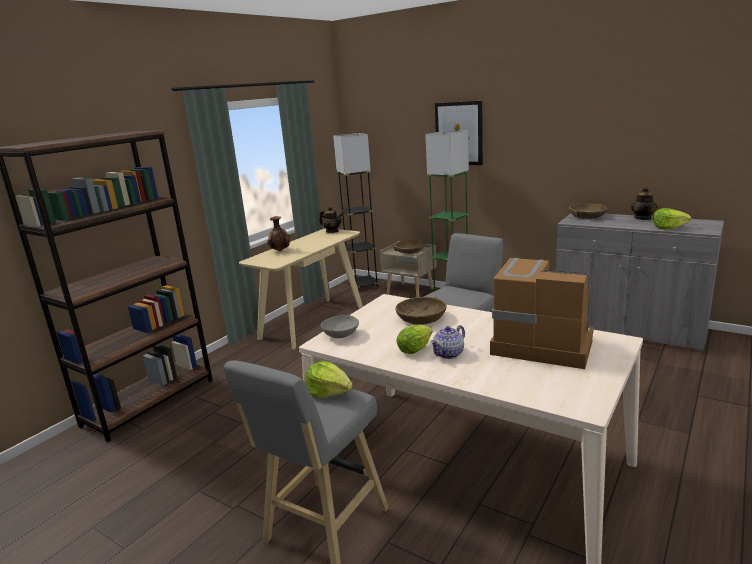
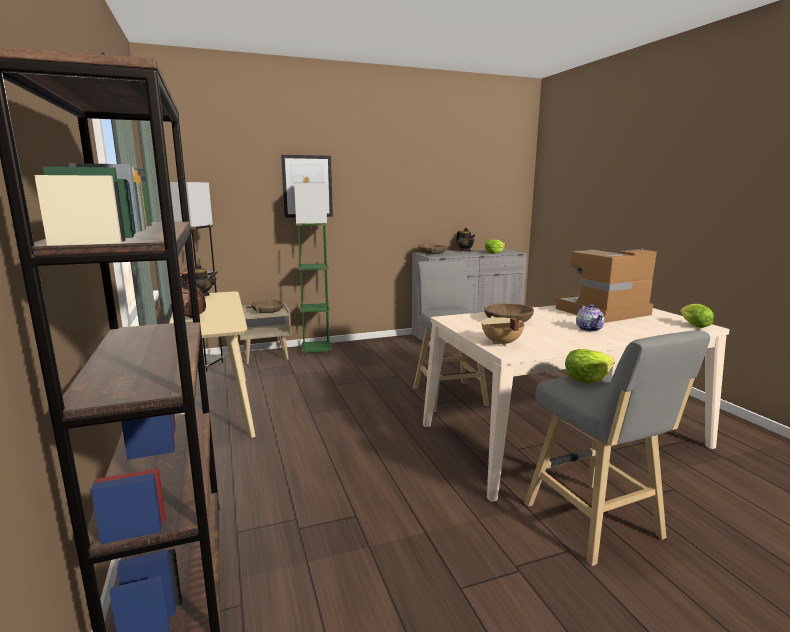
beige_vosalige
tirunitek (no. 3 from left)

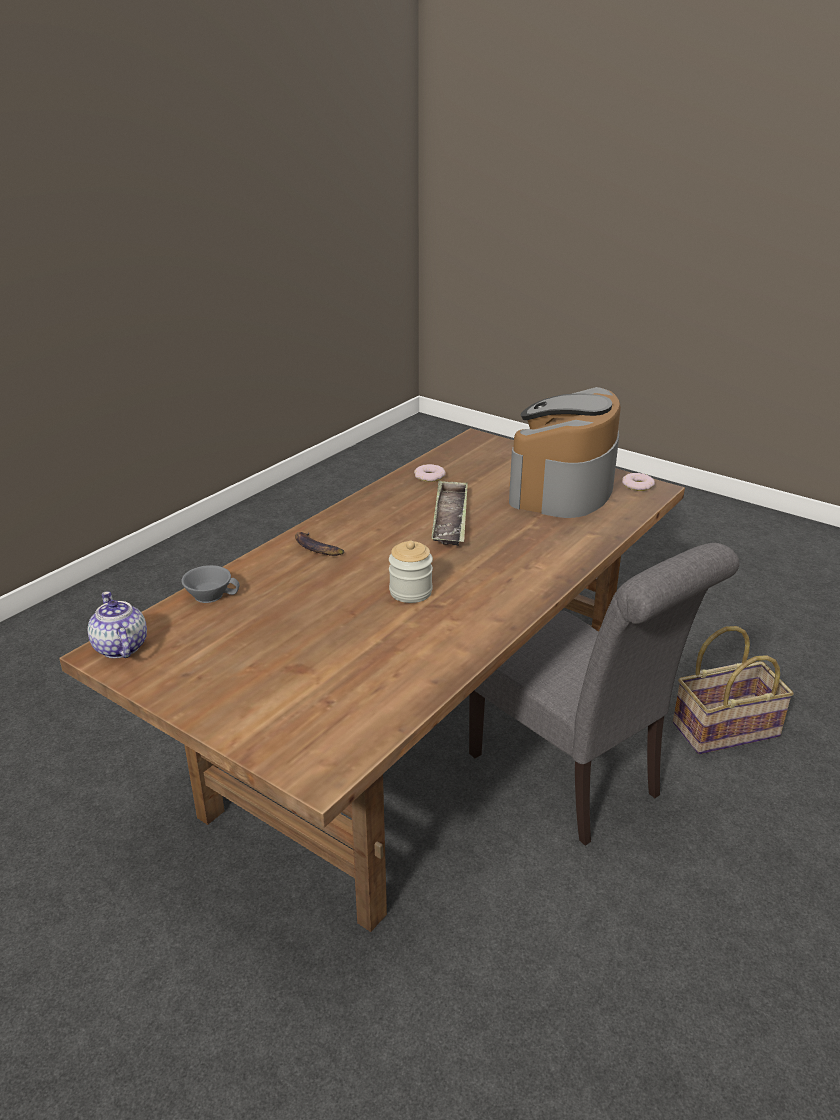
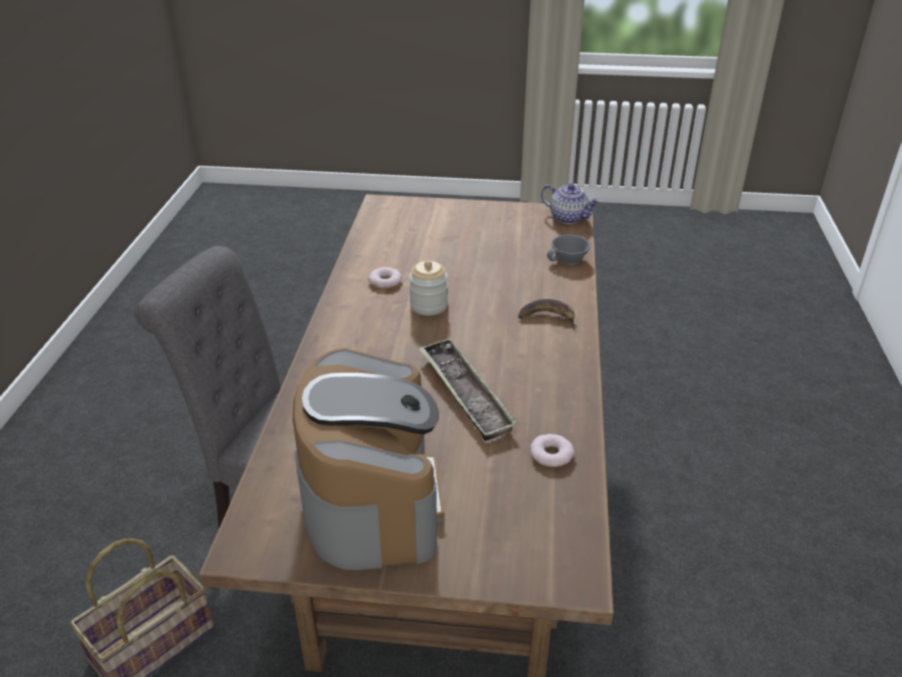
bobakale (no. 1 from left)

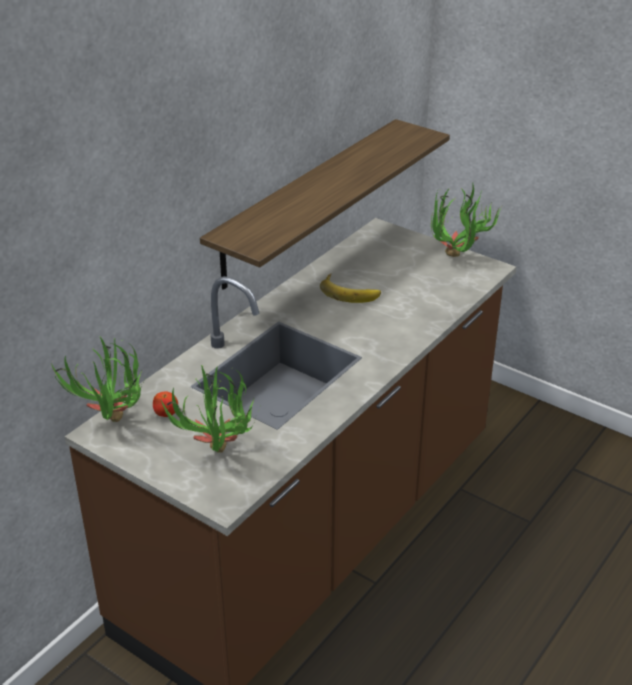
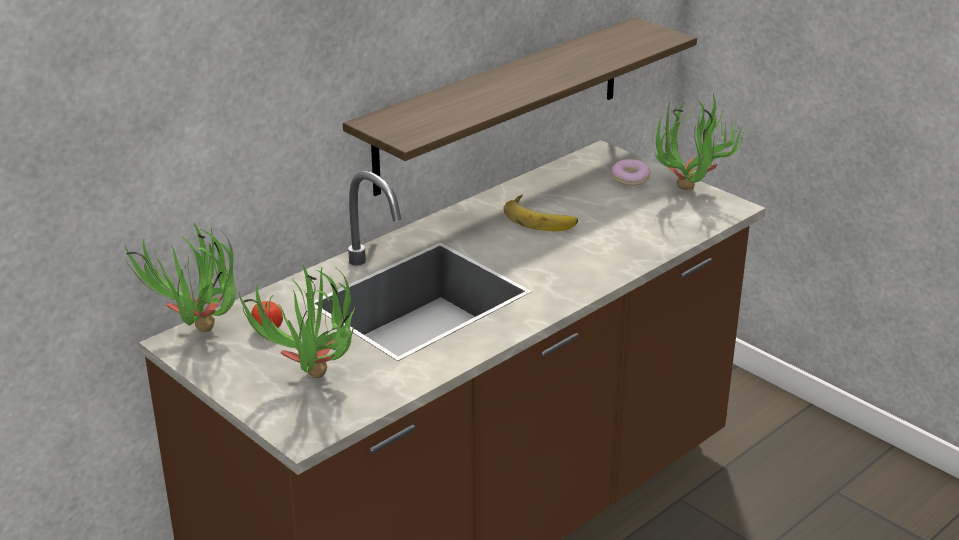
bobakale

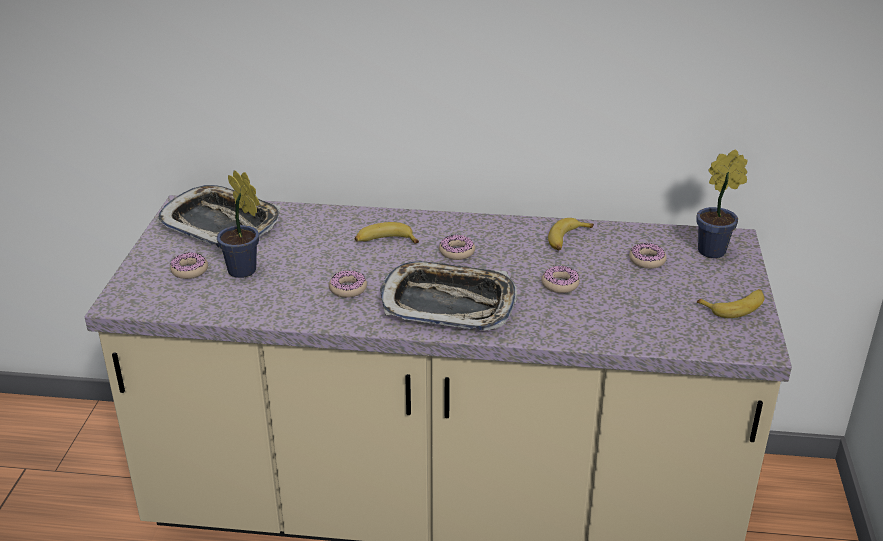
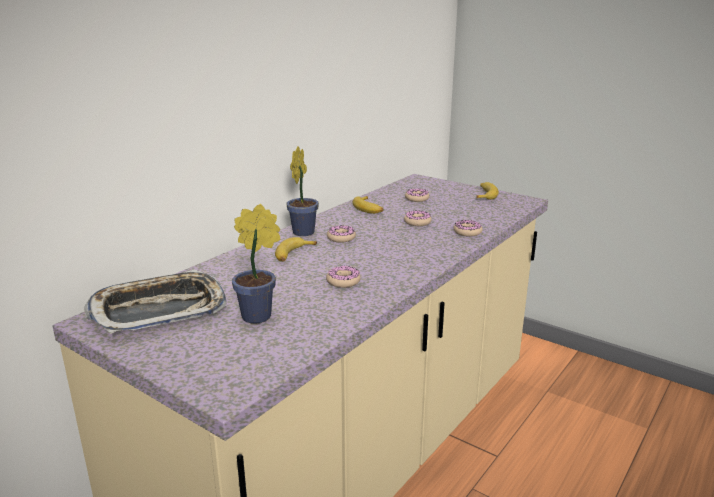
bobakale (no. 5 from left)
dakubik (no. 2 from left in the first image)
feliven (no. 2 from left)

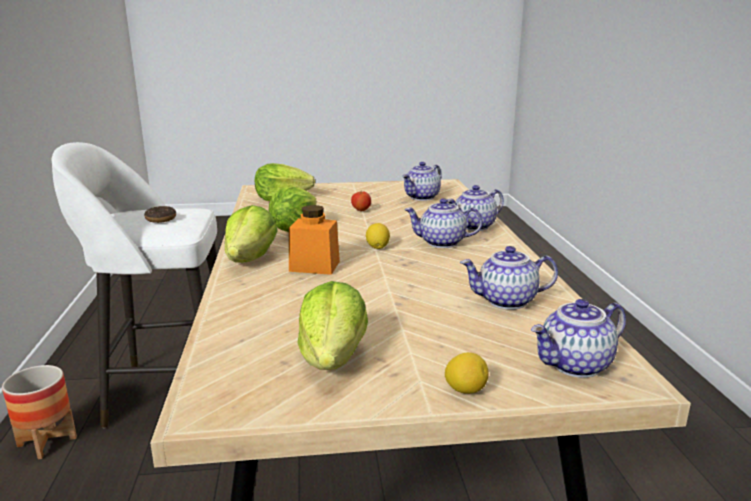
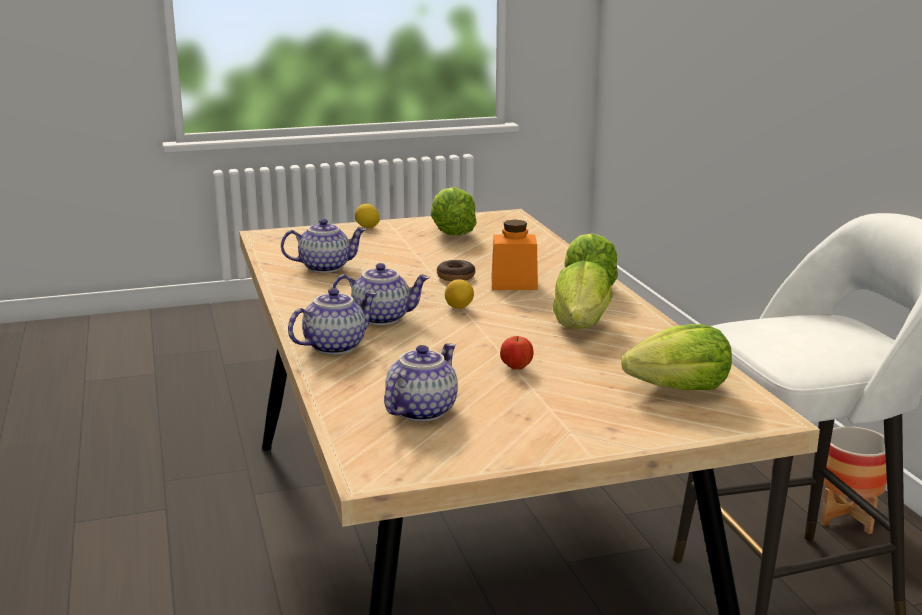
bobakale
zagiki (no. 5 from left in the first image)

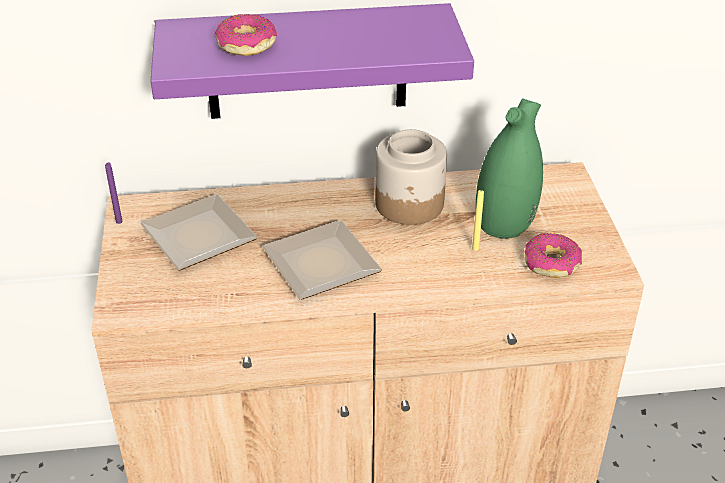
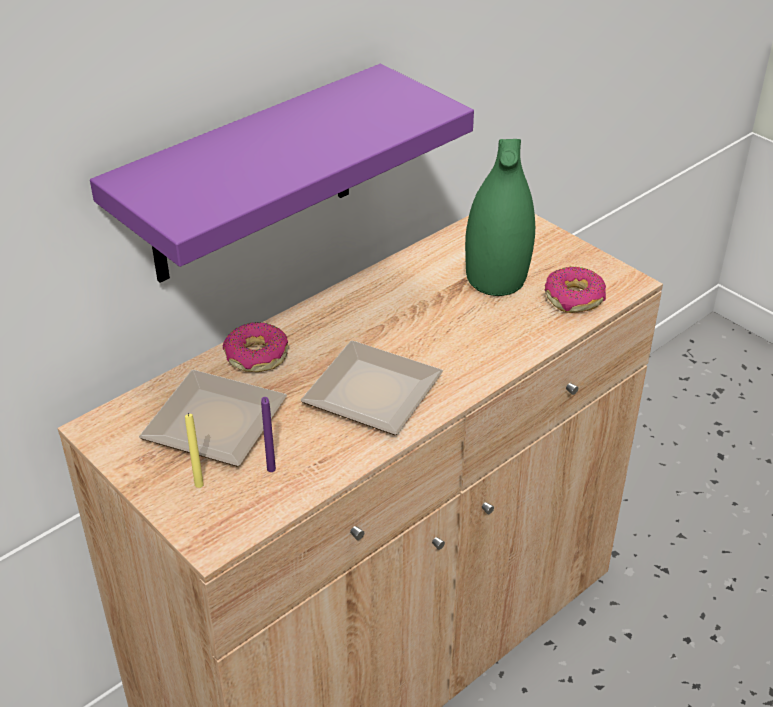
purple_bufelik
bobakale (no. 1 from left)
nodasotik
yellow_bufelik

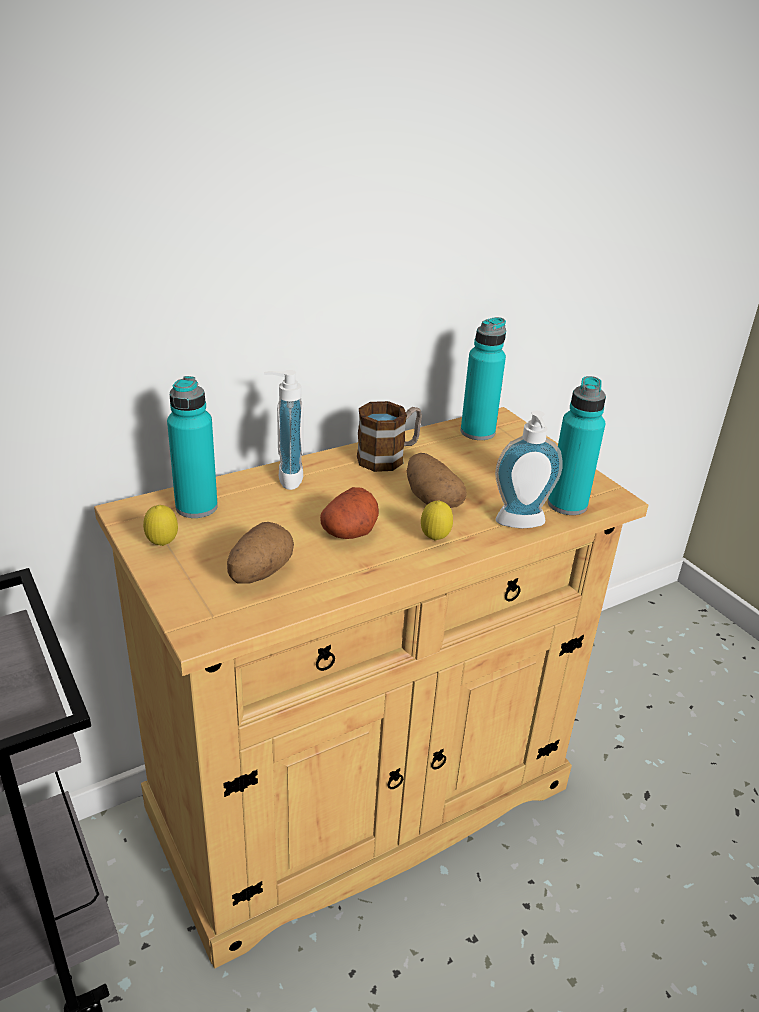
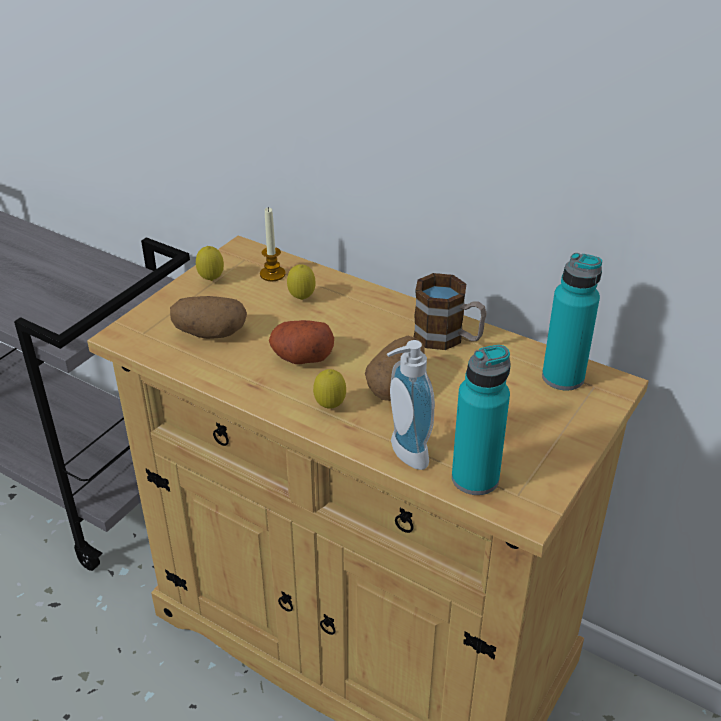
bufelik
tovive (no. 1 from left in the first image)
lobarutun (no. 2 from left)

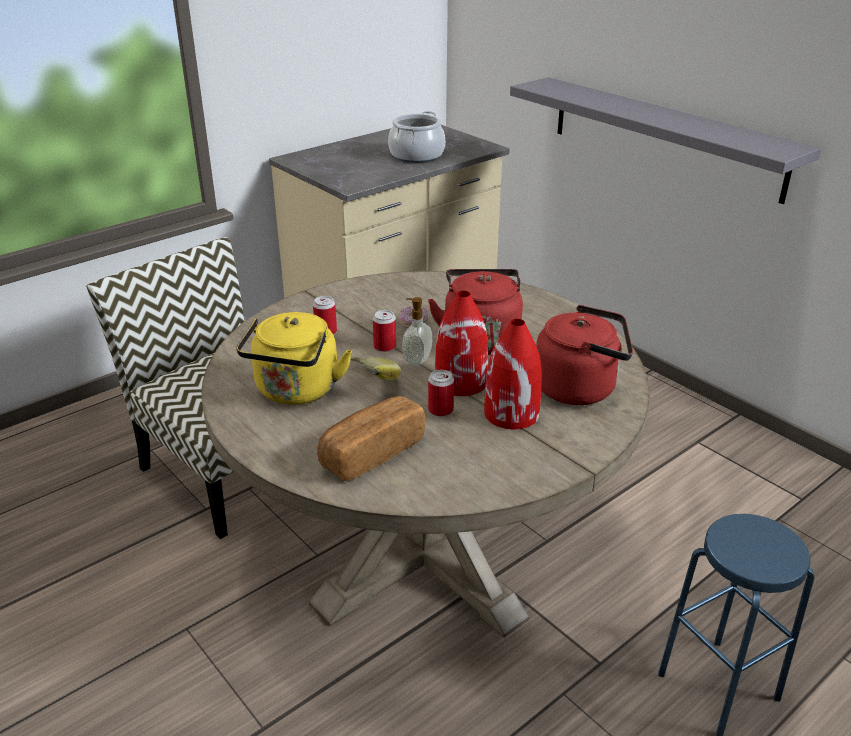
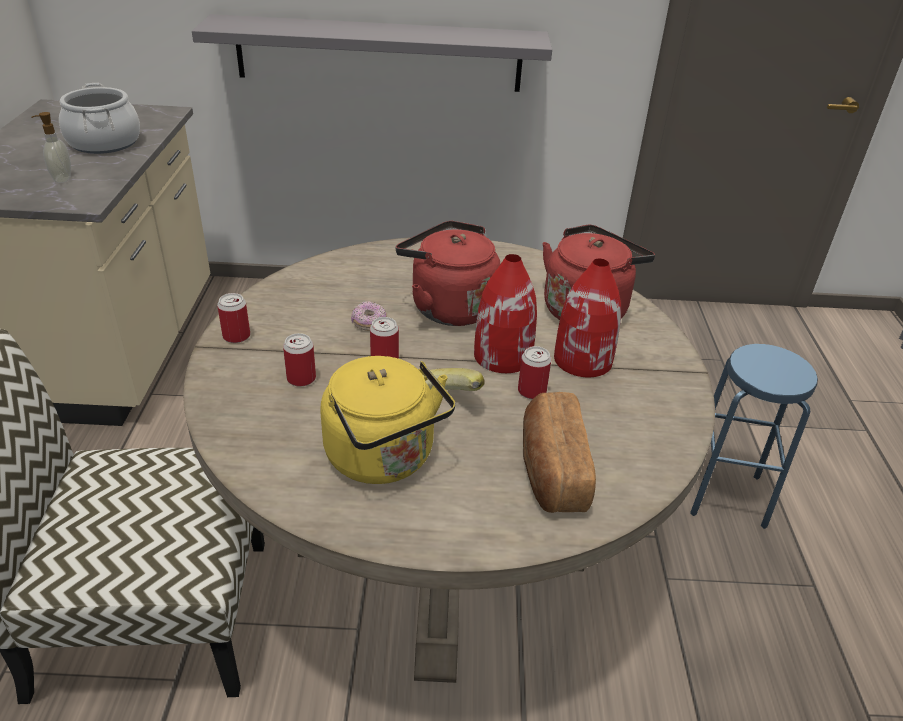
tovive
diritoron (no. 1 from left)

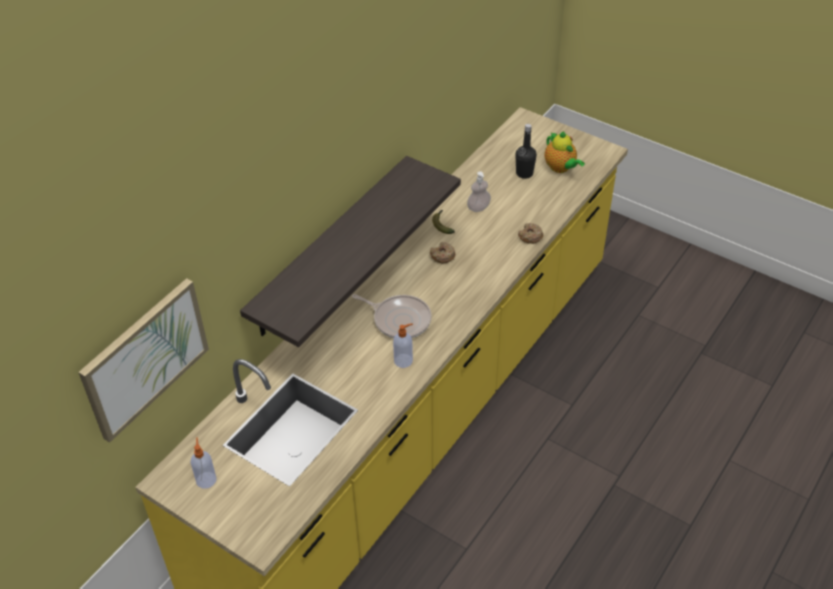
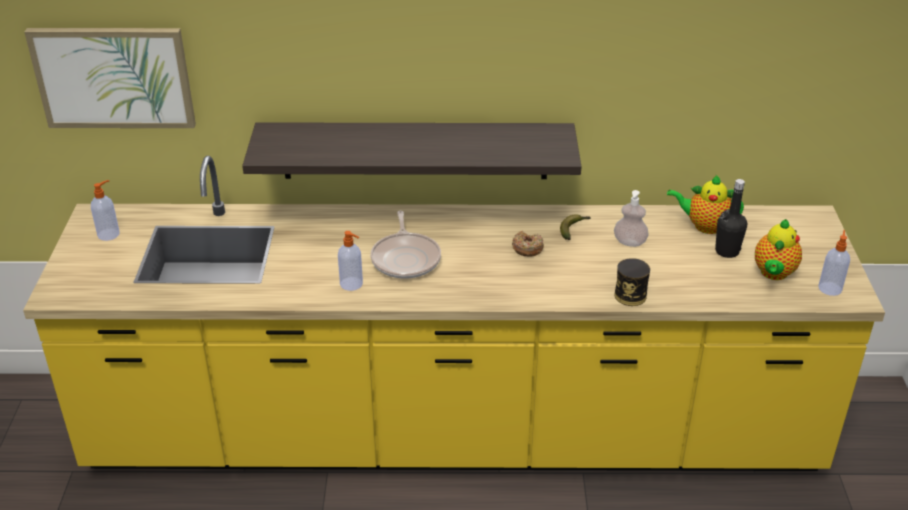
diritoron
zagiki (no. 1 from left)
tovive (no. 4 from left)

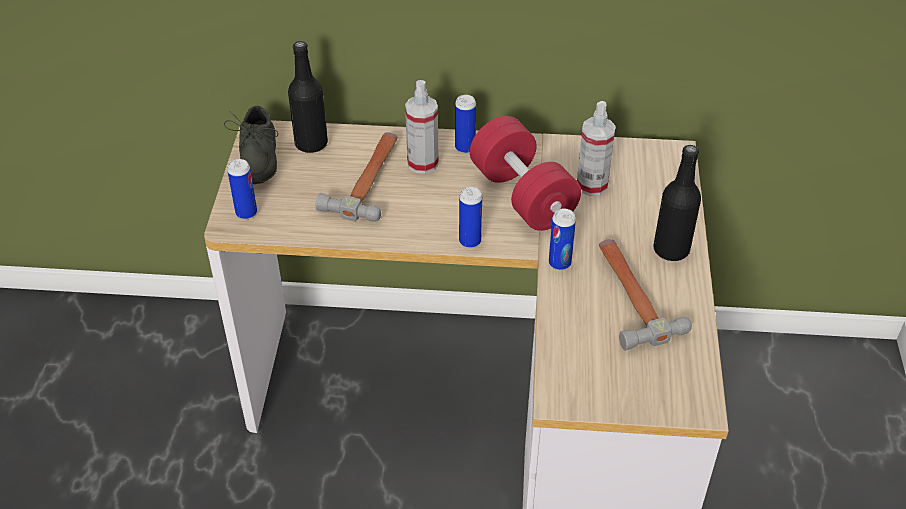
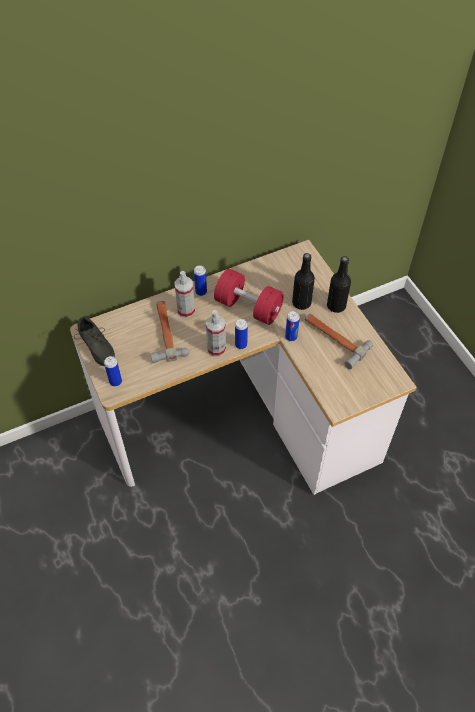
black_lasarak (no. 1 from left)
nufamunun (no. 2 from left)

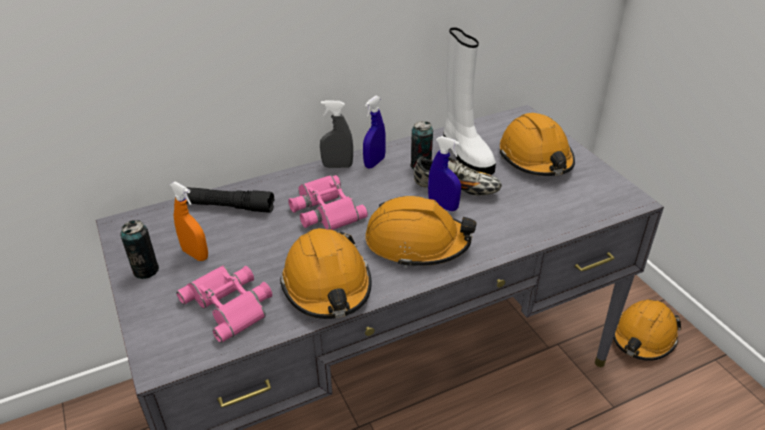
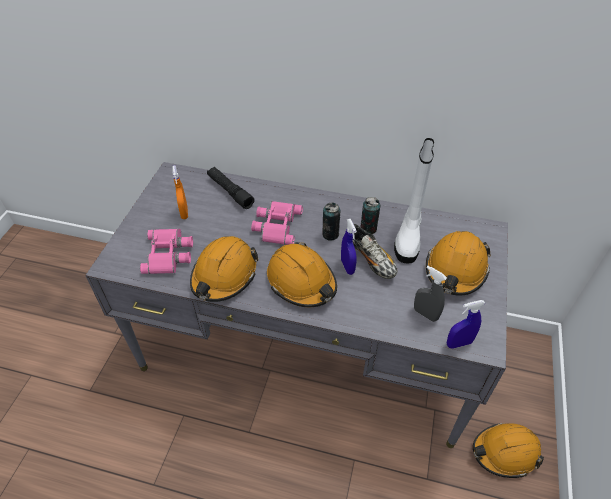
diritoron (no. 1 from left)
grey_nufamunun
blue_nufamunun (no. 2 from left)

